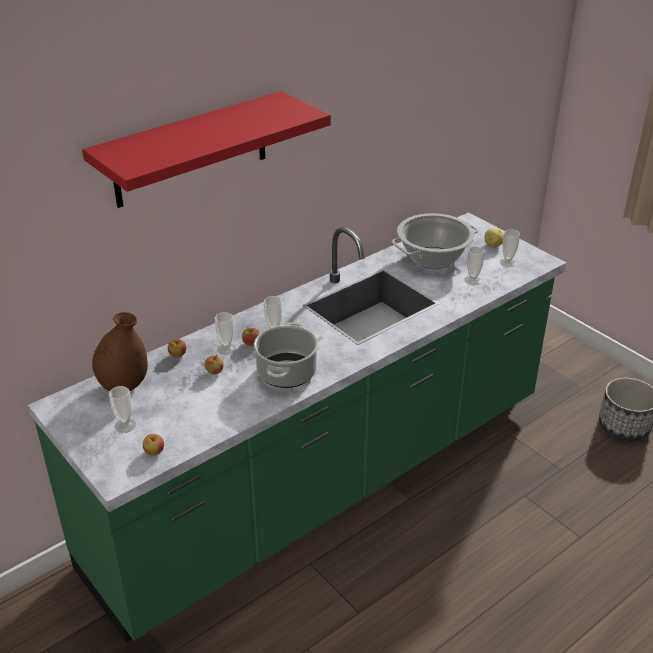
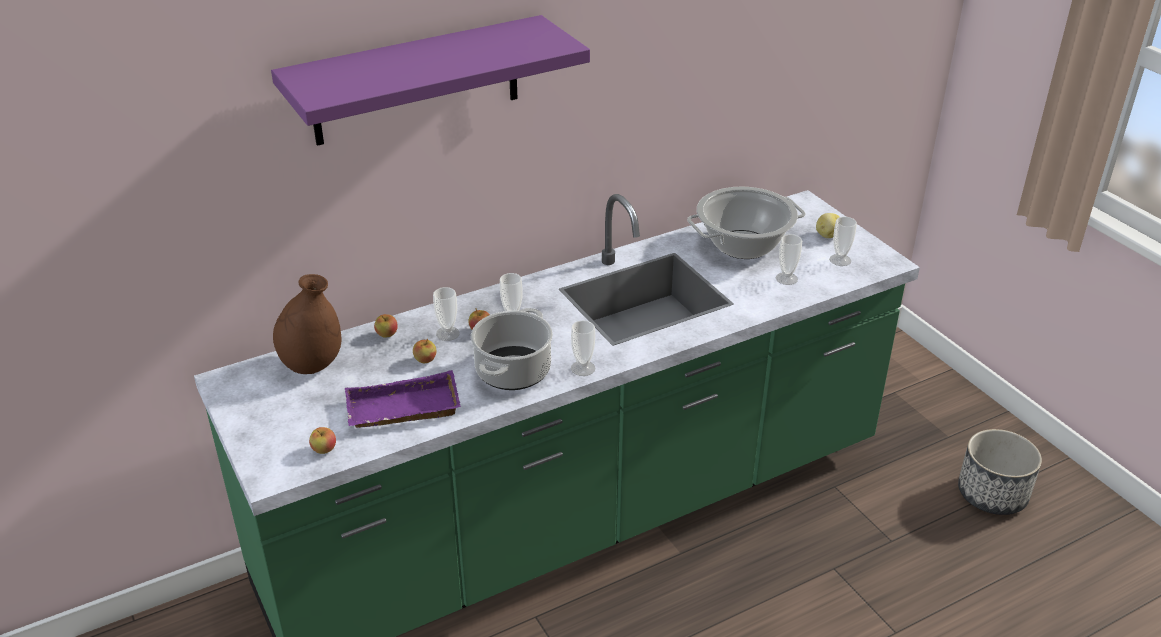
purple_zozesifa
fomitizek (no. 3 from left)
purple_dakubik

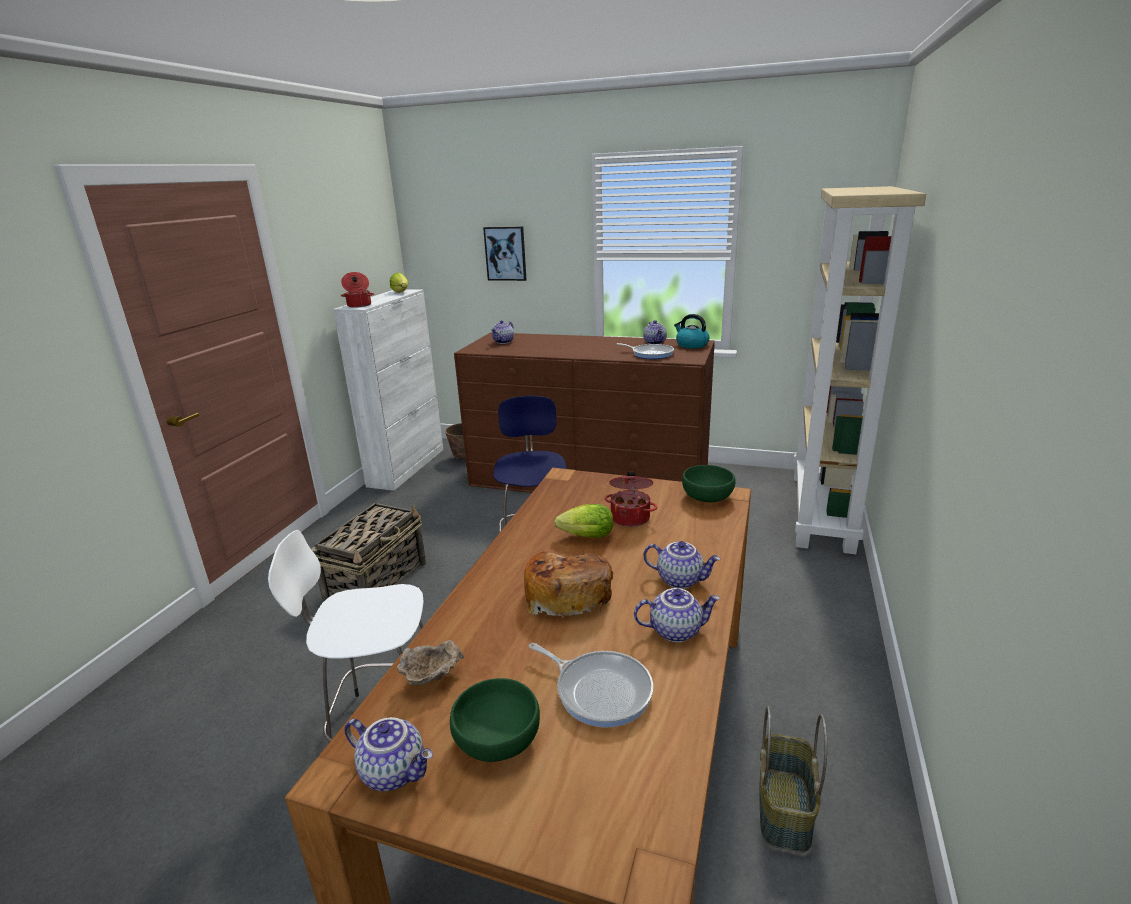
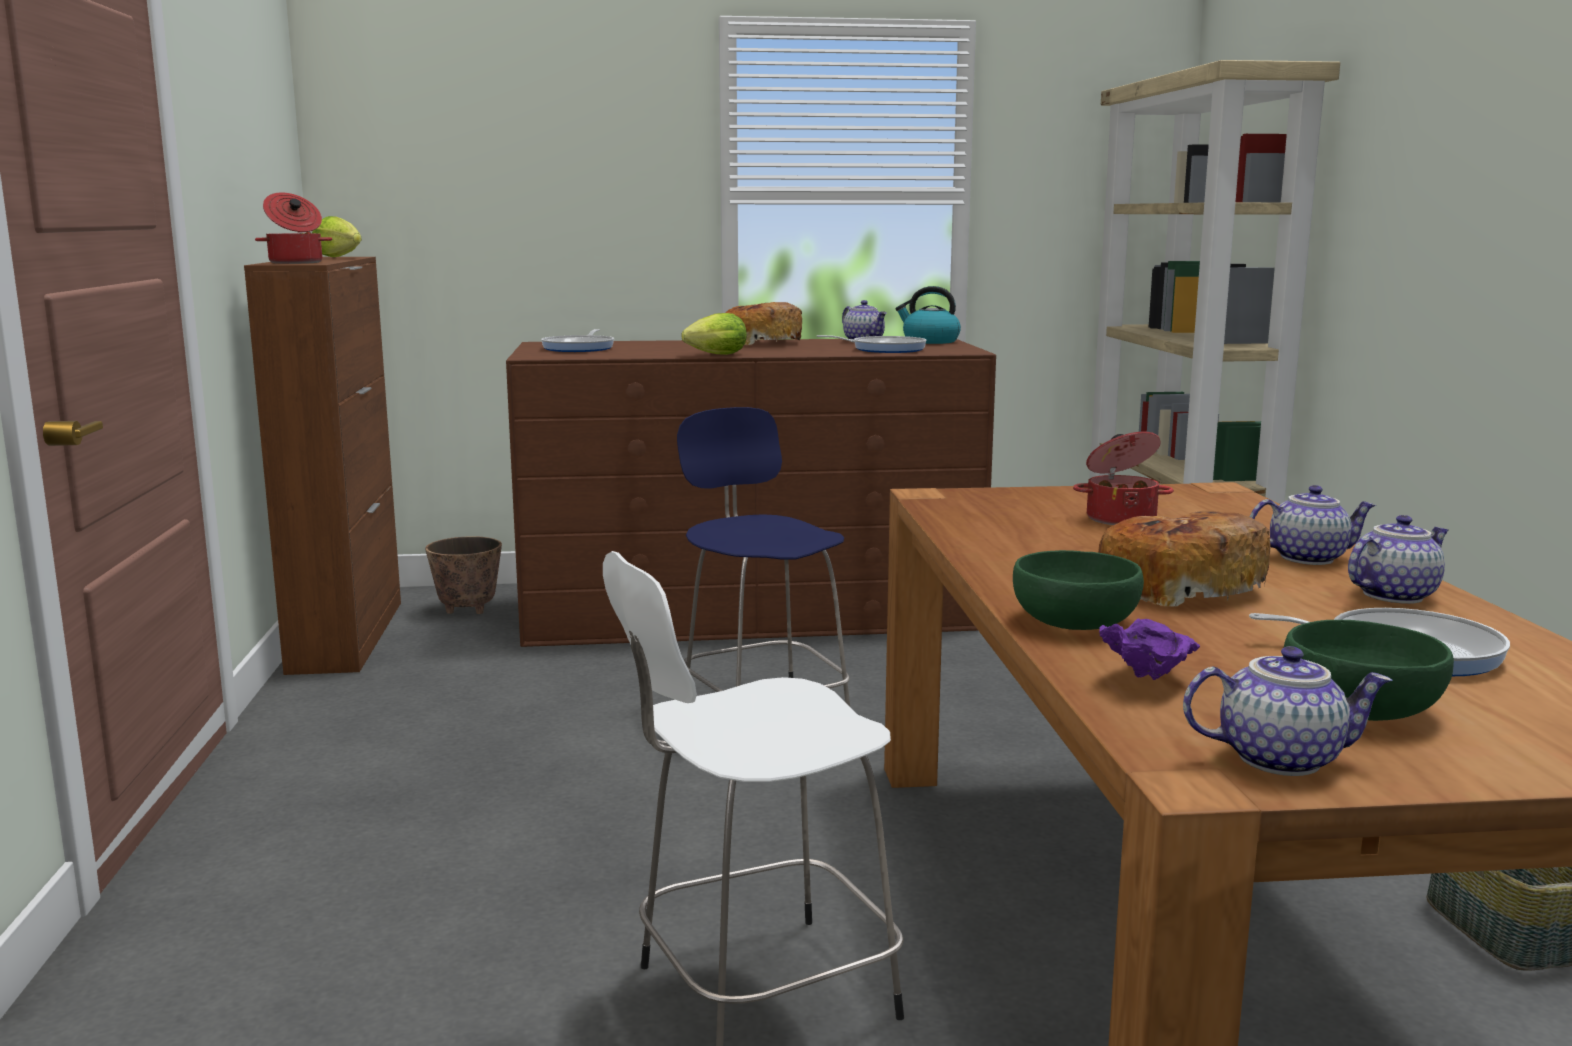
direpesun (no. 1 from left in the first image)
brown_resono
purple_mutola
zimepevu
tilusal (no. 1 from left)
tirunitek (no. 2 from left)
green_mutola (no. 1 from left)
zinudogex (no. 1 from left)

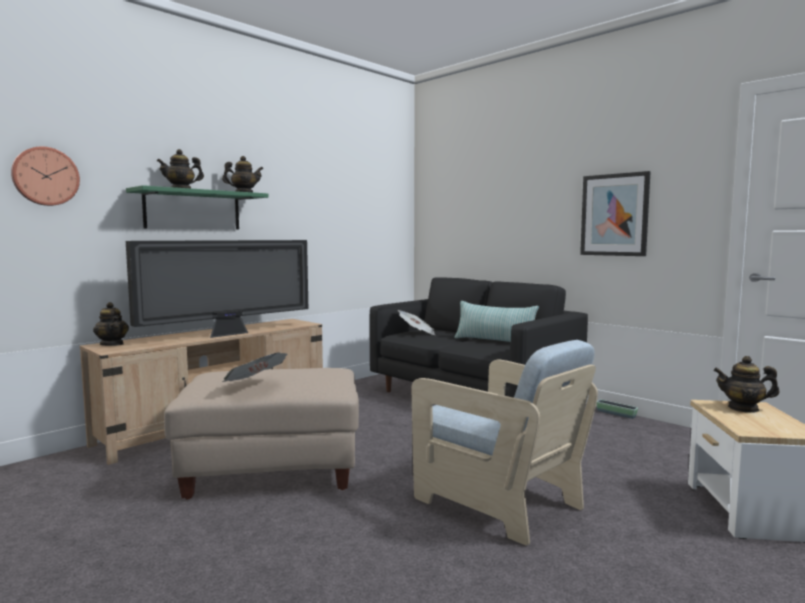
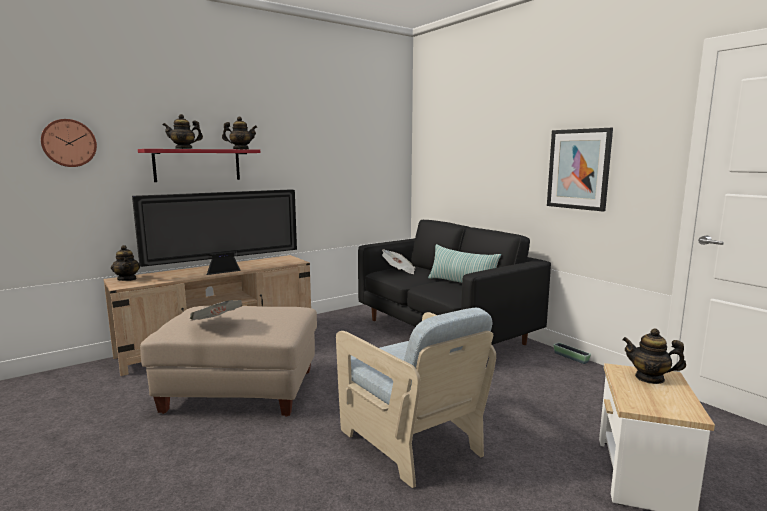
red_zozesifa

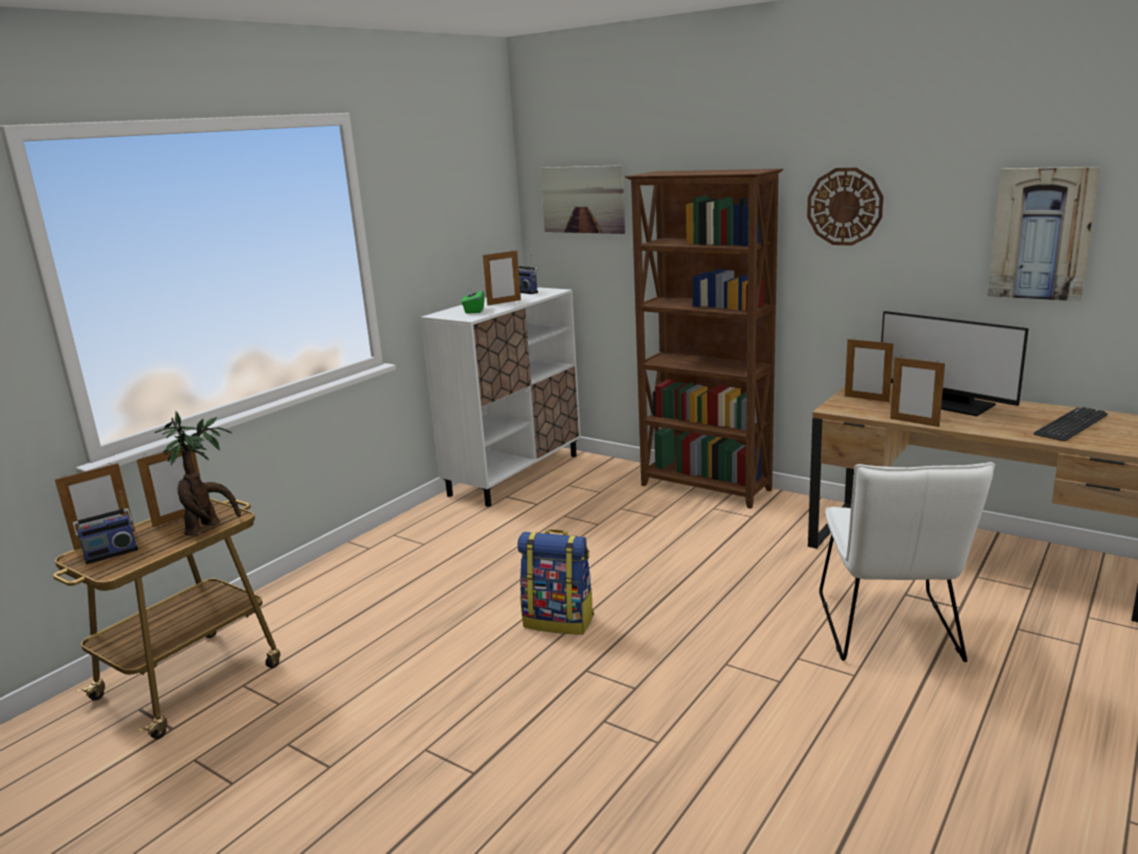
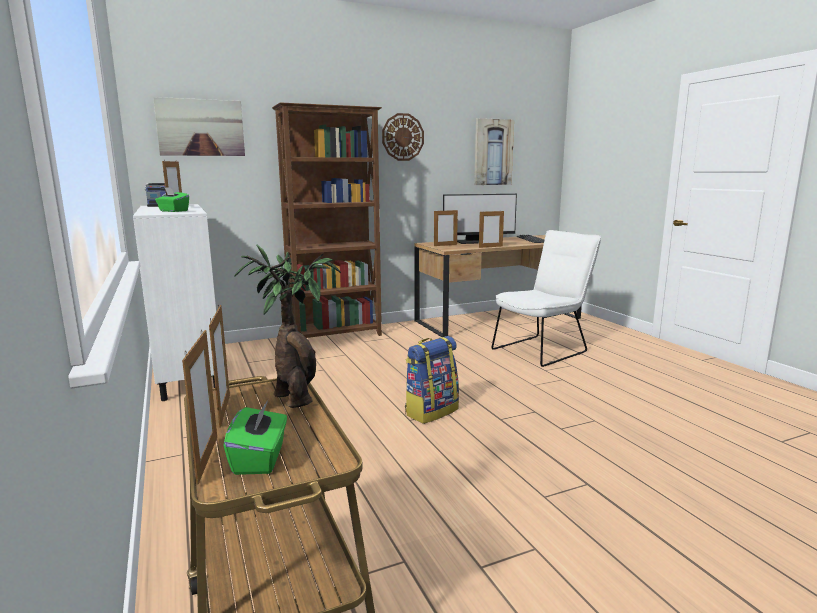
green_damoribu (no. 2 from left)
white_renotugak

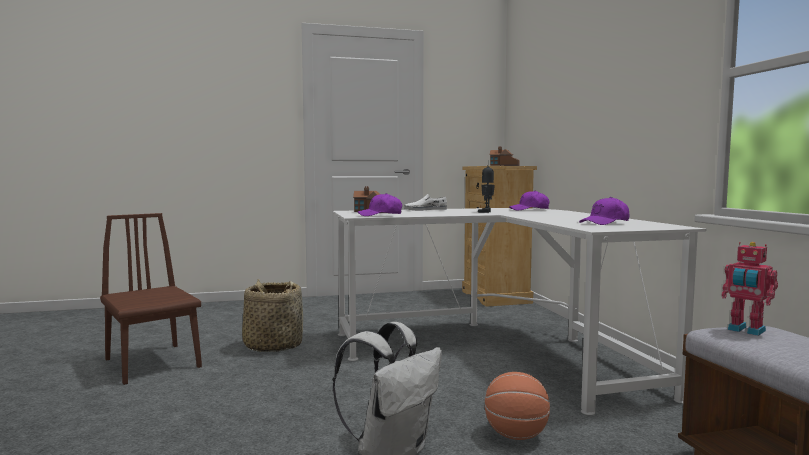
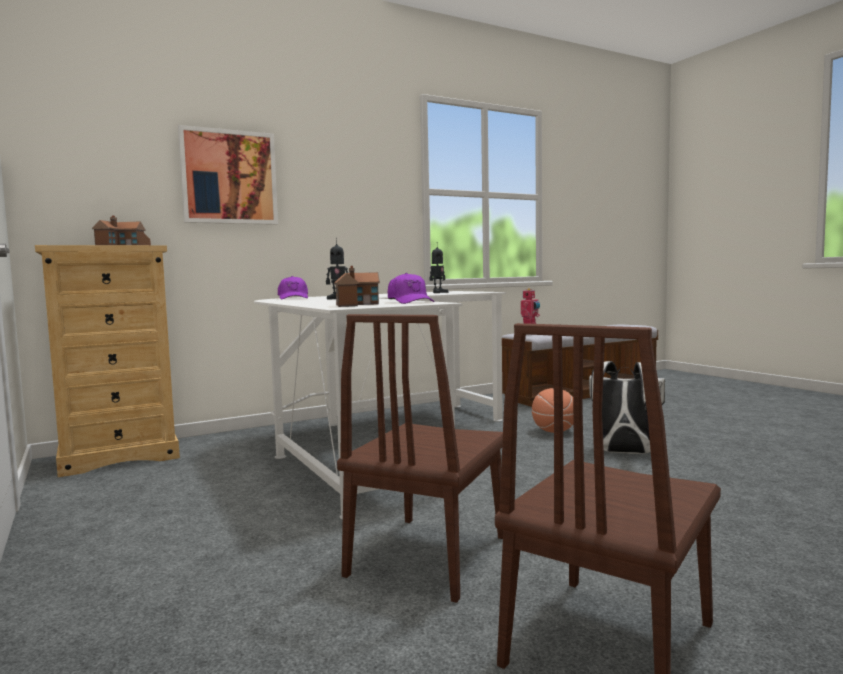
brown_renotugak (no. 1 from left)
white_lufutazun
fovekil (no. 2 from left)
zimepevu

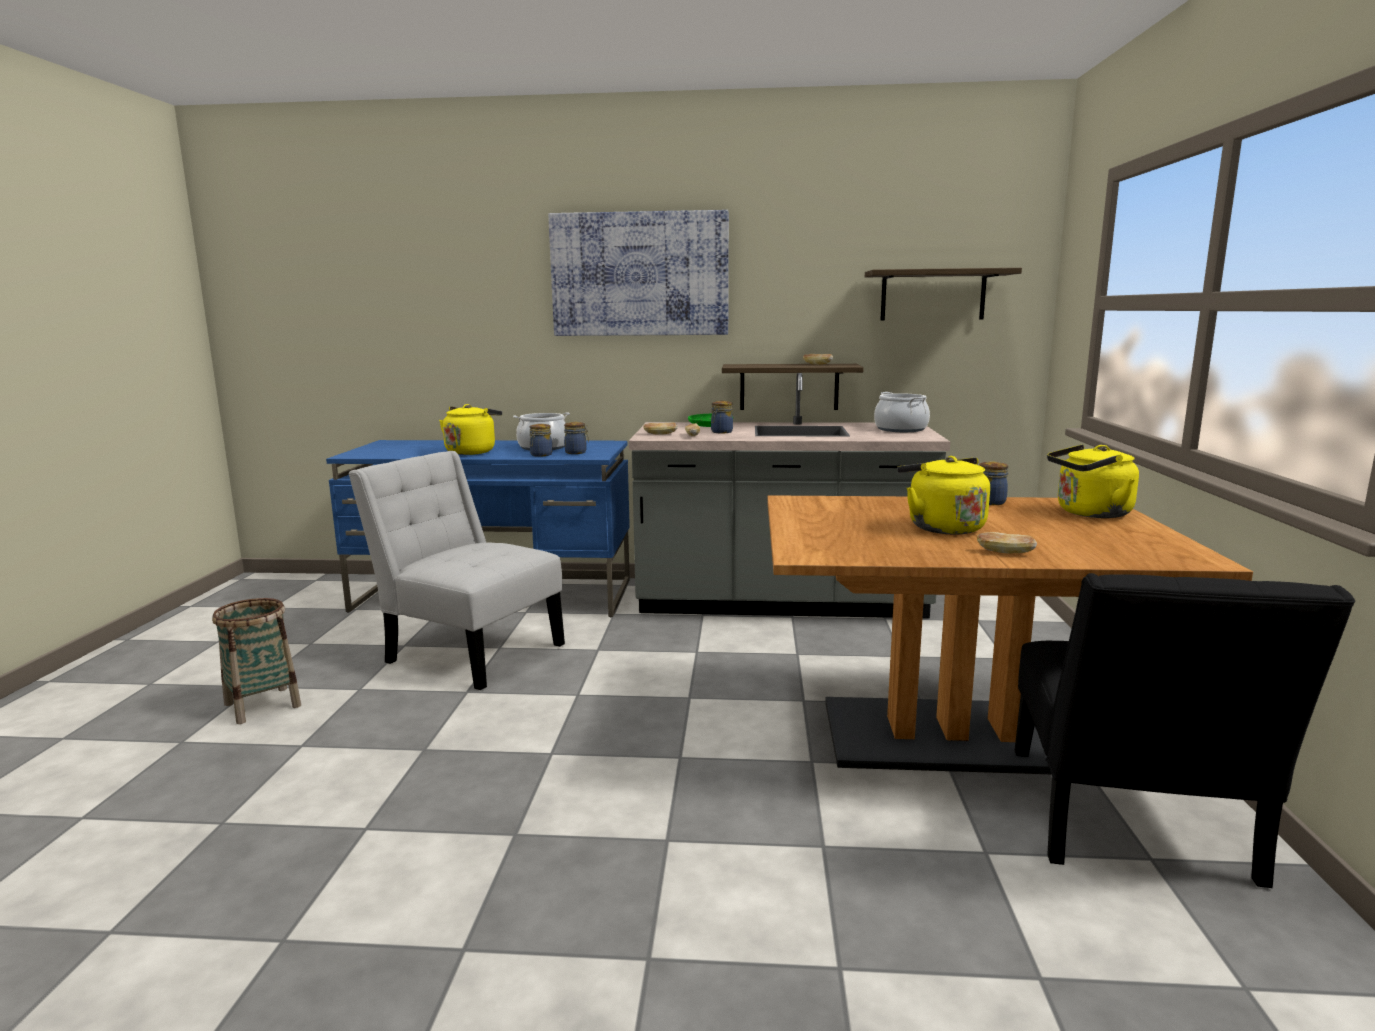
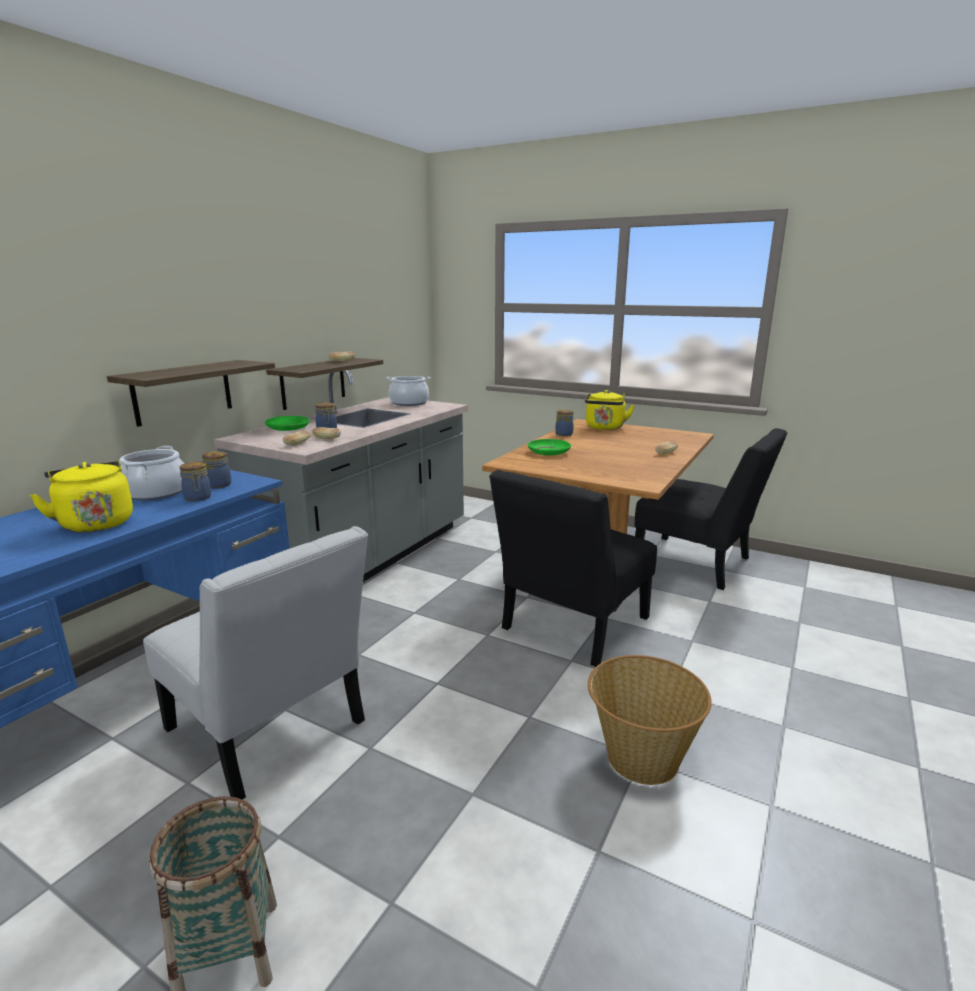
white_renotugak
zimepevu
zozesifa (no. 1 from left)
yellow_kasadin (no. 2 from left in the first image)
black_renotugak (no. 1 from left)
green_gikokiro (no. 2 from left)
direpesun (no. 2 from left)

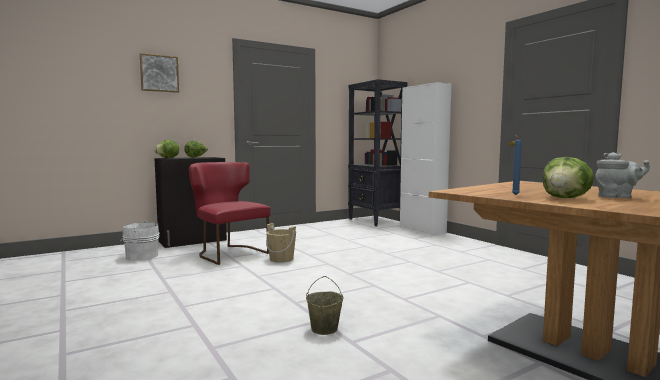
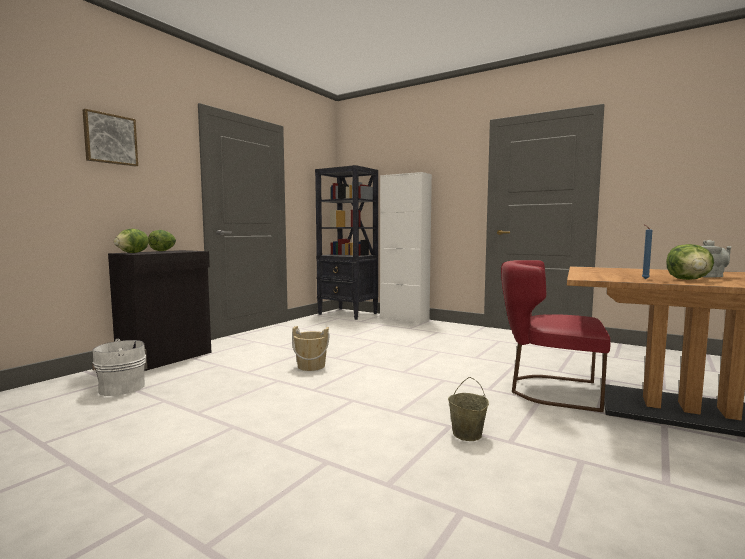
red_renotugak

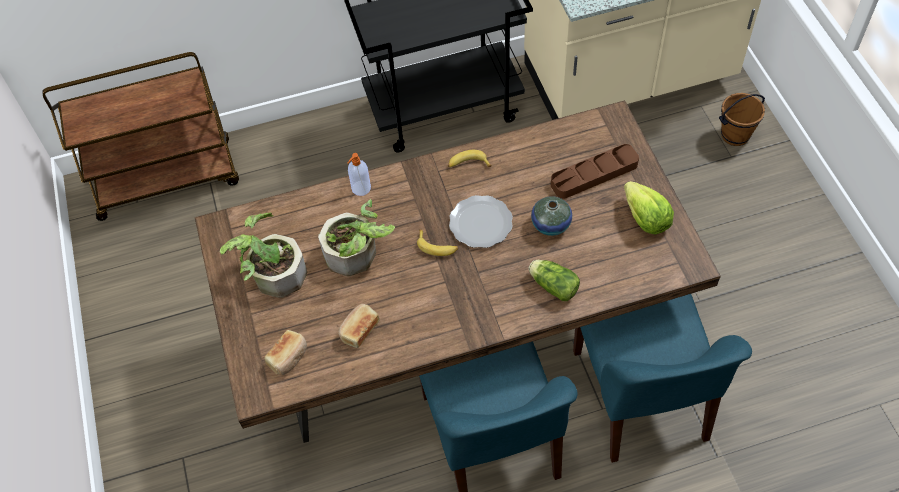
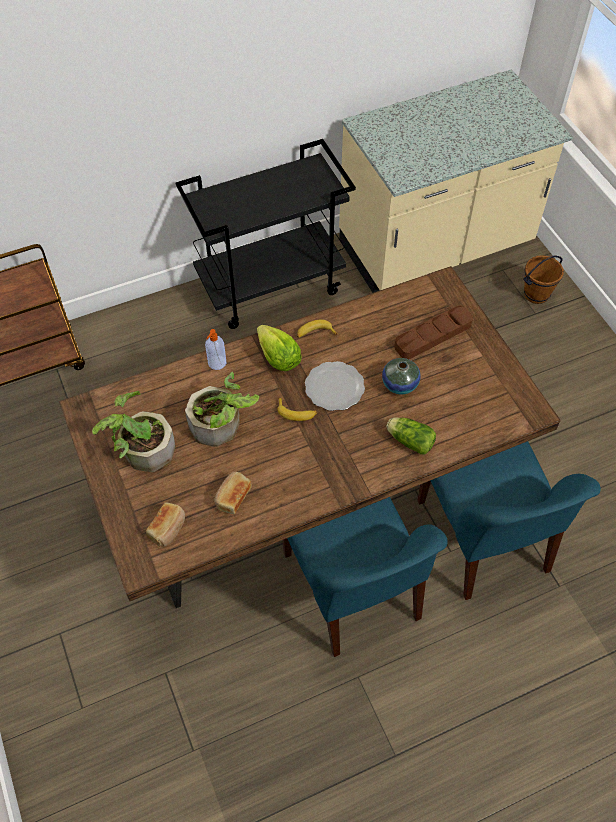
tirunitek (no. 1 from left)

